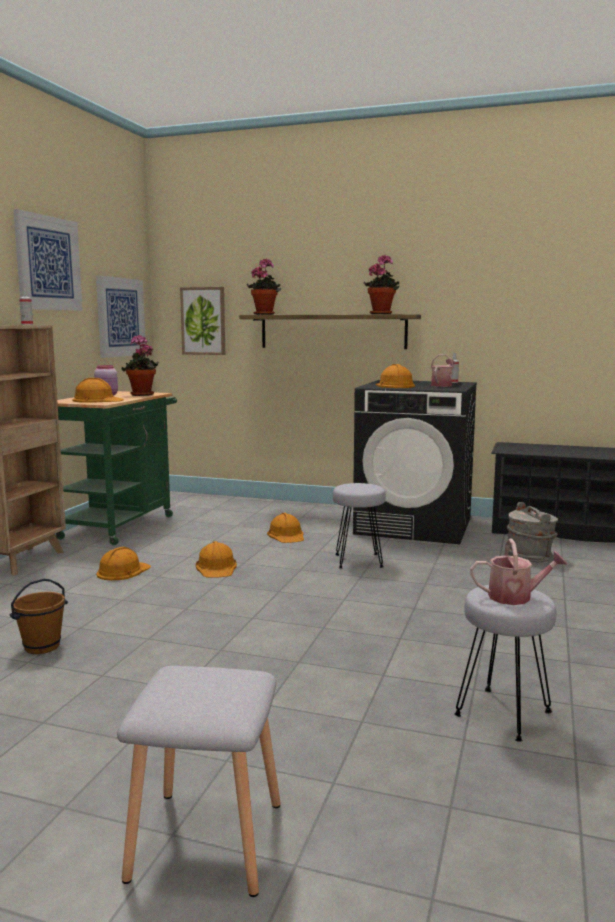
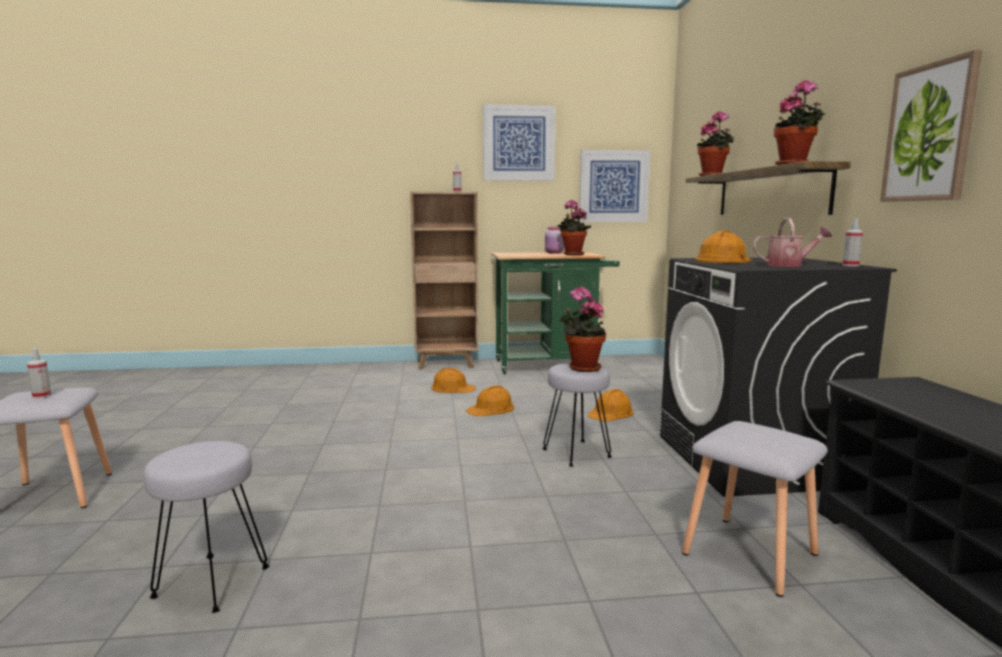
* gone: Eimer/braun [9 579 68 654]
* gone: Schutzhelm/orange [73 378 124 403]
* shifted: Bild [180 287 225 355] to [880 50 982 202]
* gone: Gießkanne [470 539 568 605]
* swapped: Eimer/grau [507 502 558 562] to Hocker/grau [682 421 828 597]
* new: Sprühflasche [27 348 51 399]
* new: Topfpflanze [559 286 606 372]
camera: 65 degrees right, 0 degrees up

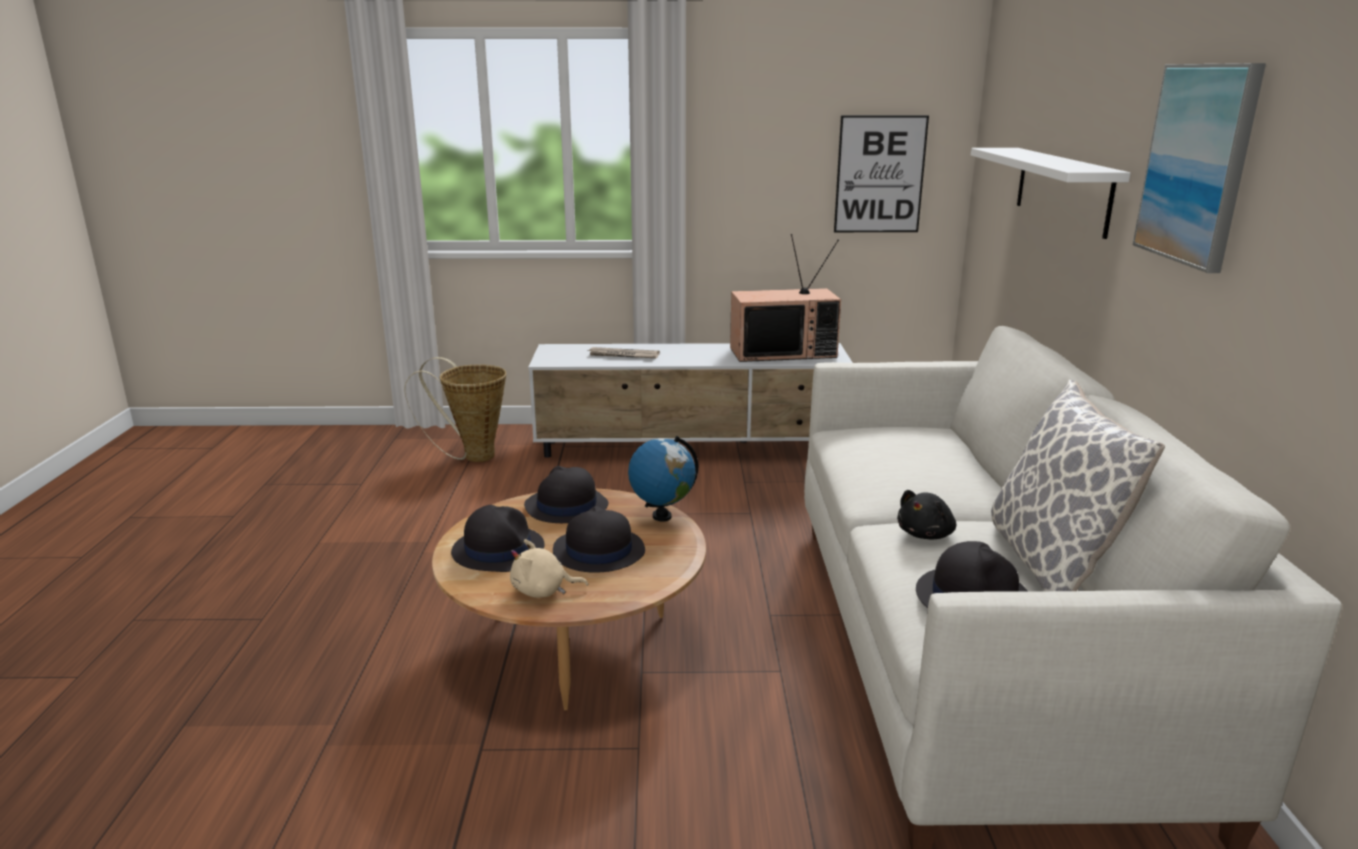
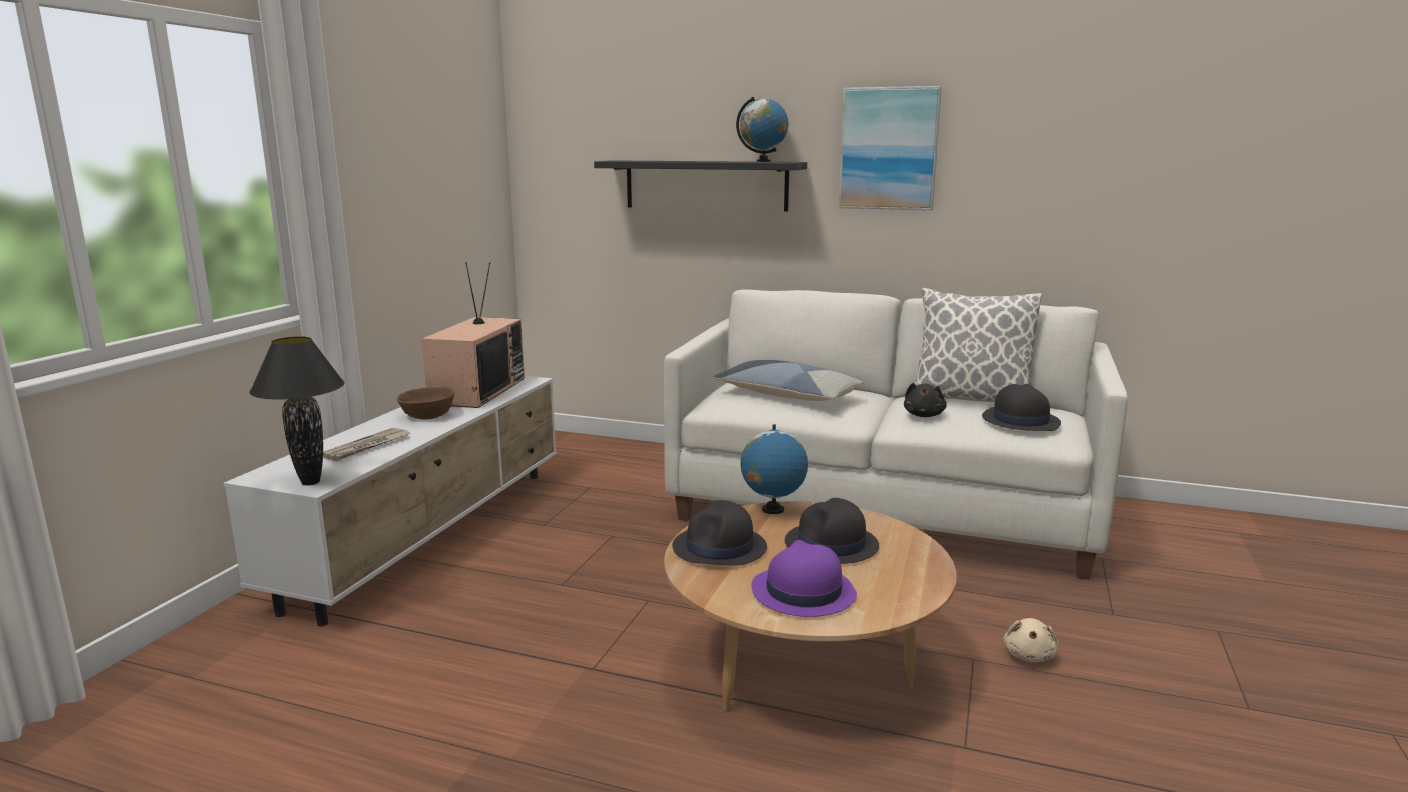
* gone: Korb [404 357 506 462]
* repainted: Hut/schwarz [451 505 545 572] to Hut/lila [752 540 857 617]
* shifted: Plüschtier/beige [510 539 588 598] to [1003 618 1059 662]
* gone: Bild [834 115 929 232]
* rotated: Plüschtier/schwarz [897 490 956 539] = [904 383 947 417] 45 degrees clockwise
* repainted: Wandregal/weiß [971 148 1131 239] to Wandregal/schwarz [594 160 807 212]
* new: Tischlampe/schwarz [249 336 345 485]
* new: Schüssel/braun [396 387 454 419]
* new: Kissen [714 360 864 401]
* new: Globus [736 97 789 162]
camera: 70 degrees left, 5 degrees down

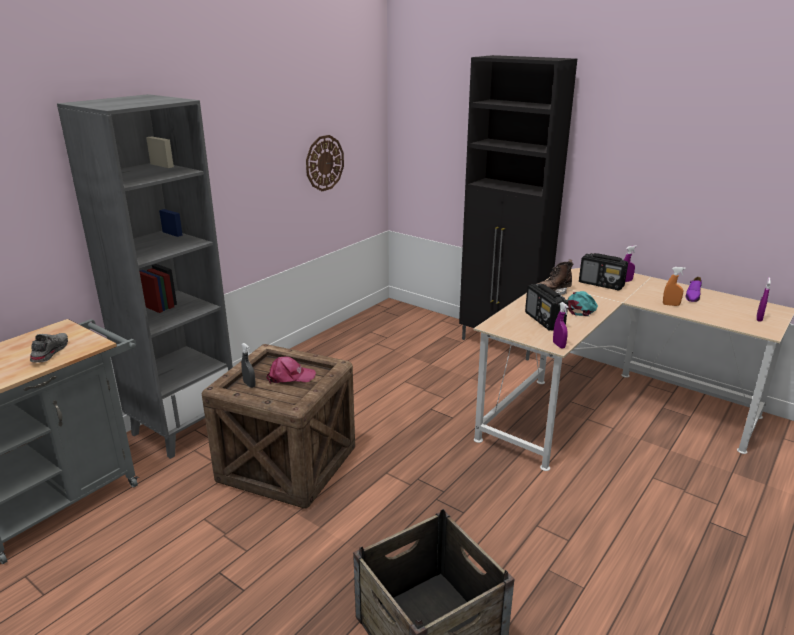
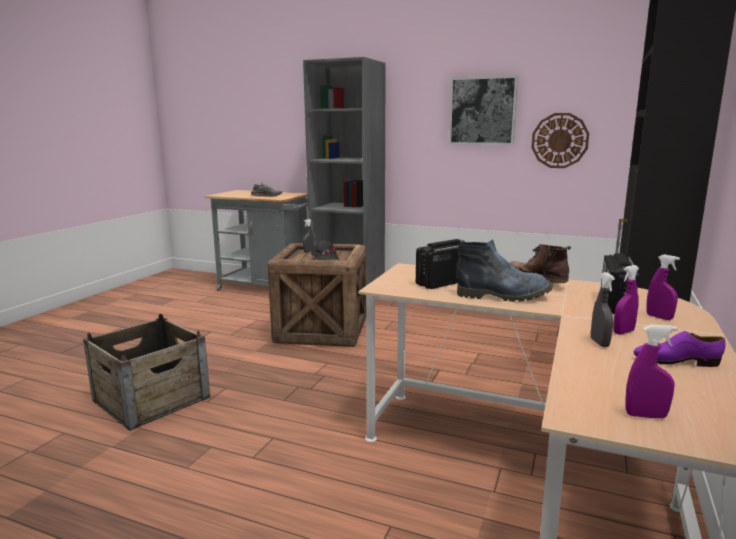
* repainted: Kappe/rosa [266 356 316 384] to Kappe/schwarz [311 240 339 260]
* shifted: Sprühflasche/lila [553 302 569 348] to [613 265 639 335]
* swapped: Kappe/türkis [567 291 598 316] to Stiefel [456 240 552 302]
* repainted: Sprühflasche/orange [663 267 686 306] to Sprühflasche/grau [591 272 615 347]
* new: Bild [449 75 518 145]
camera: 75 degrees right, 10 degrees down

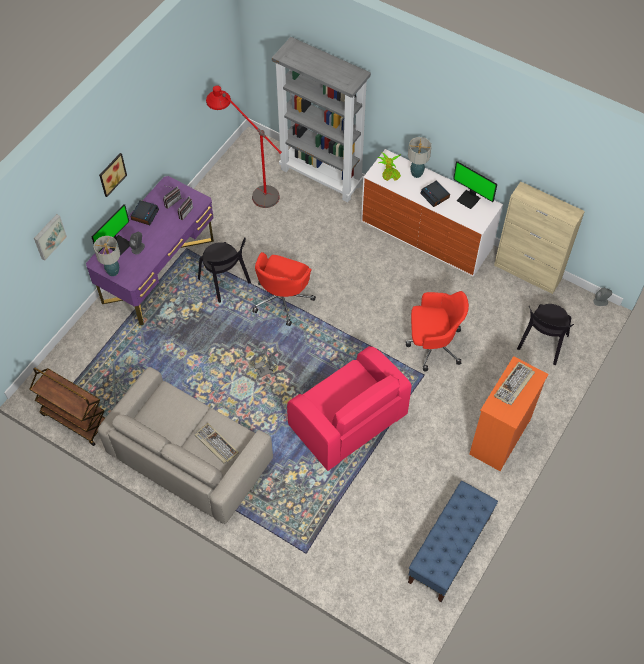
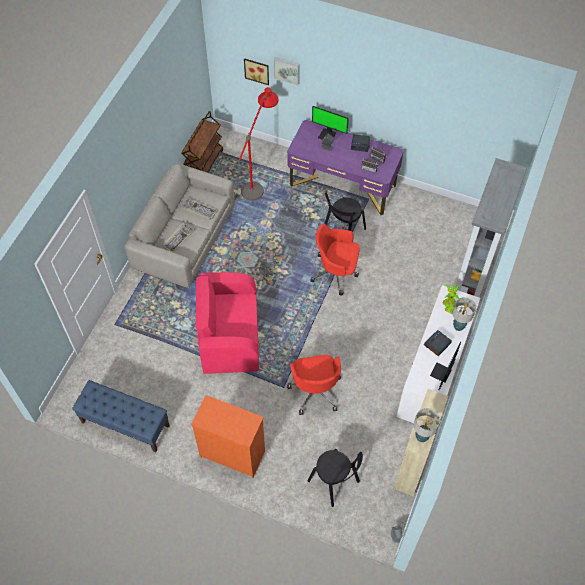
* shifted: Tischlampe [93 236 120 276] to [414 408 440 442]
* shifted: Bild [99 153 127 197] to [244 58 269 85]
* shifted: Stehlampe/rot [206 85 282 208] to [238 87 278 201]
* rotated: Sessel/rosa [287 346 411 471] = [196 272 259 374] 45 degrees clockwise
* shifted: Tastatur [494 362 535 405] to [181 198 217 220]
* rotated: Stuhl/schwarz [517 304 574 365] = [307 449 363 507] 150 degrees counterclockwise
camera: 80 degrees right, 0 degrees up

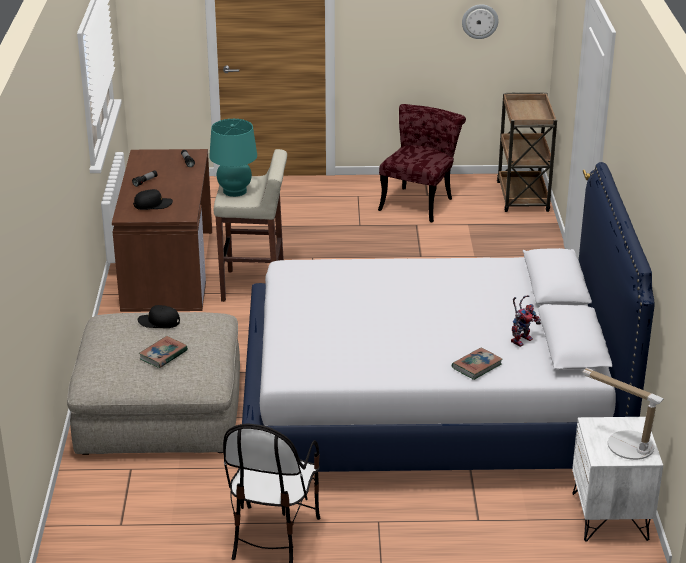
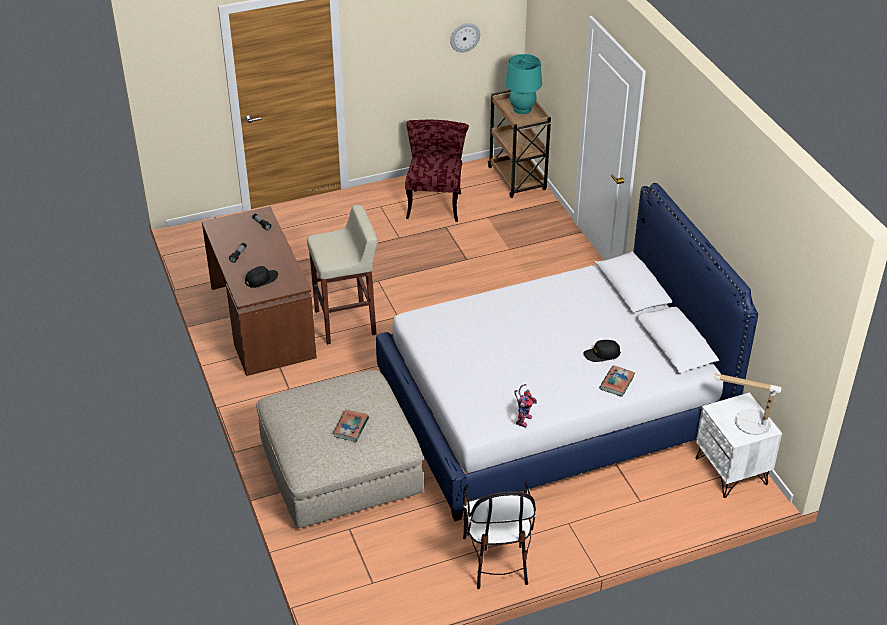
* shifted: Kappe/schwarz [138 305 180 328] to [583 340 621 362]
* shifted: Tischlampe/türkis [209 119 257 197] to [505 54 542 114]
* shifted: Spielzeugroboter [511 295 541 347] to [514 384 537 428]
camera: 20 degrees left, 10 degrees up

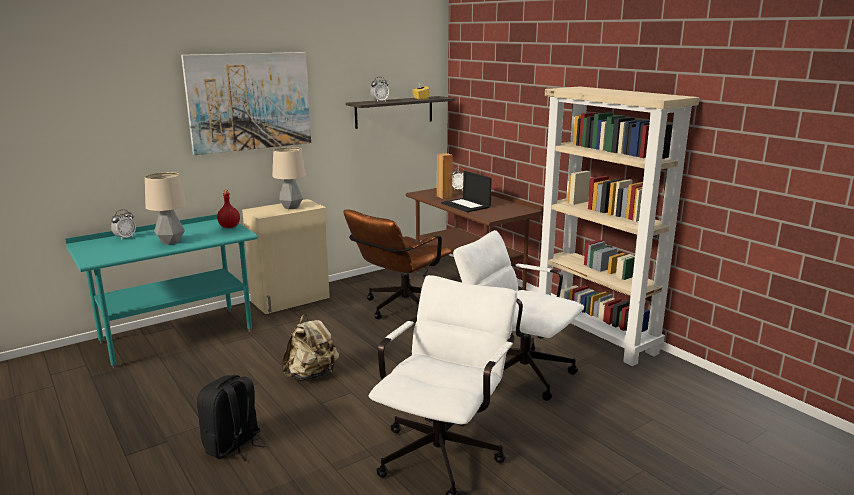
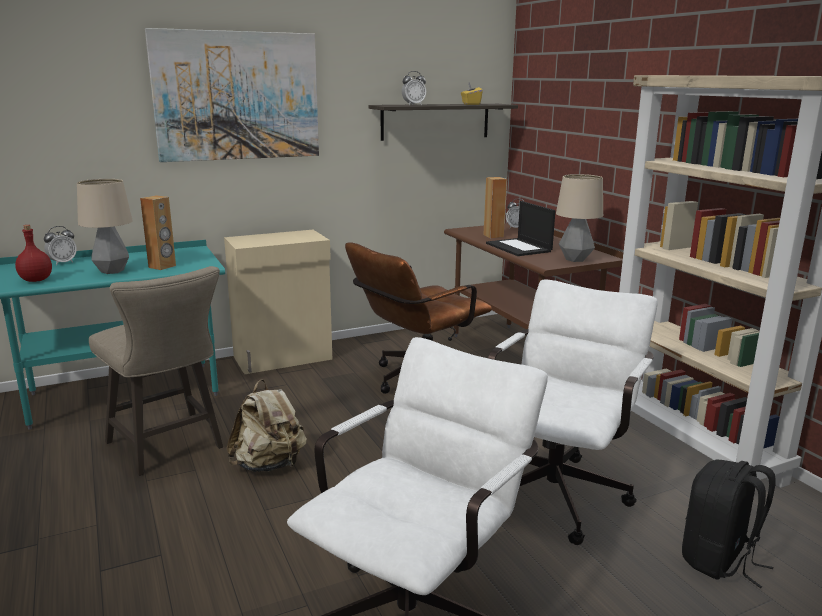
* shifted: Rucksack/schwarz [197 375 265 461] to [682 460 776 588]
* shifted: Flasche/rot [217 190 240 228] to [15 225 52 282]
* shifted: Tischlampe [273 147 306 209] to [556 174 603 262]
* rotated: Bürostuhl/weiß [453 230 584 401] = [488 279 658 545] 75 degrees clockwise
* new: Hocker/beige [89 266 223 476]
* new: Lautsprecher/braun [140 195 176 270]
camera: 10 degrees right, 0 degrees up

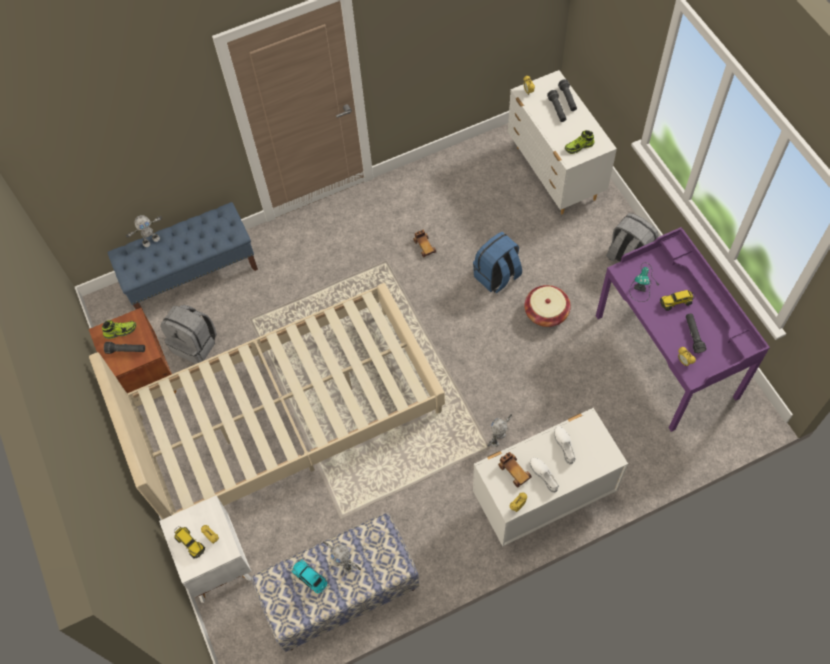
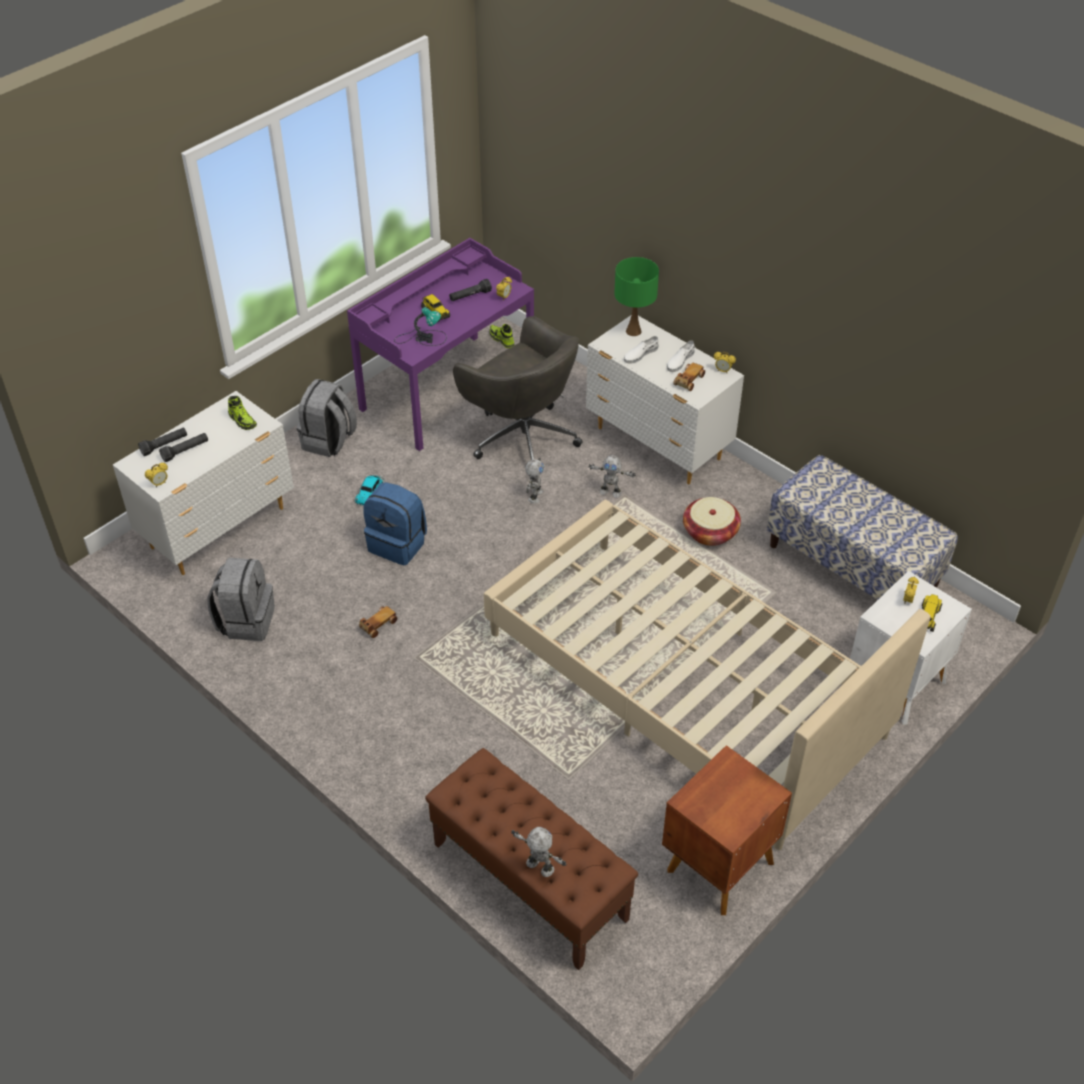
* shifted: Schuh [102 320 136 339] to [489 324 515 348]
* gone: Taschenlampe/schwarz [104 342 145 354]
* repainted: Bank/blau [107 202 258 310] to Bank/braun [425 748 638 970]
* shifted: Rucksack/grau [160 305 217 364] to [207 558 275 641]
* shifted: Spielzeugauto [291 559 329 594] to [355 475 384 506]
* shifted: Spielzeugroboter [323 541 361 574] to [525 458 544 504]
* shifted: Korb [524 285 571 327] to [683 497 741 546]
* new: Bürostuhl/grau [453 316 583 460]
* new: Tischlampe/grün [614 257 659 336]
camera: 115 degrees left, 15 degrees down

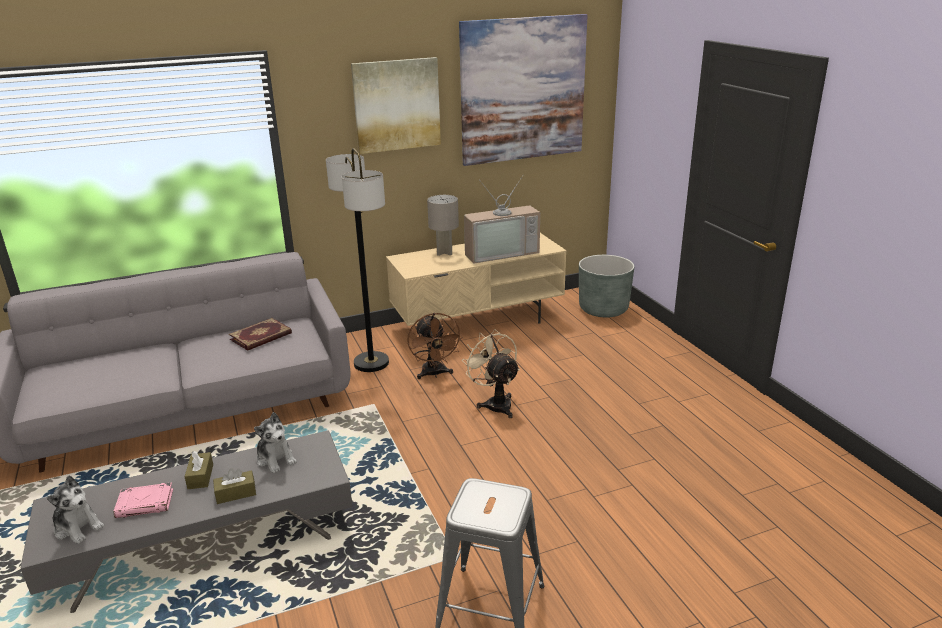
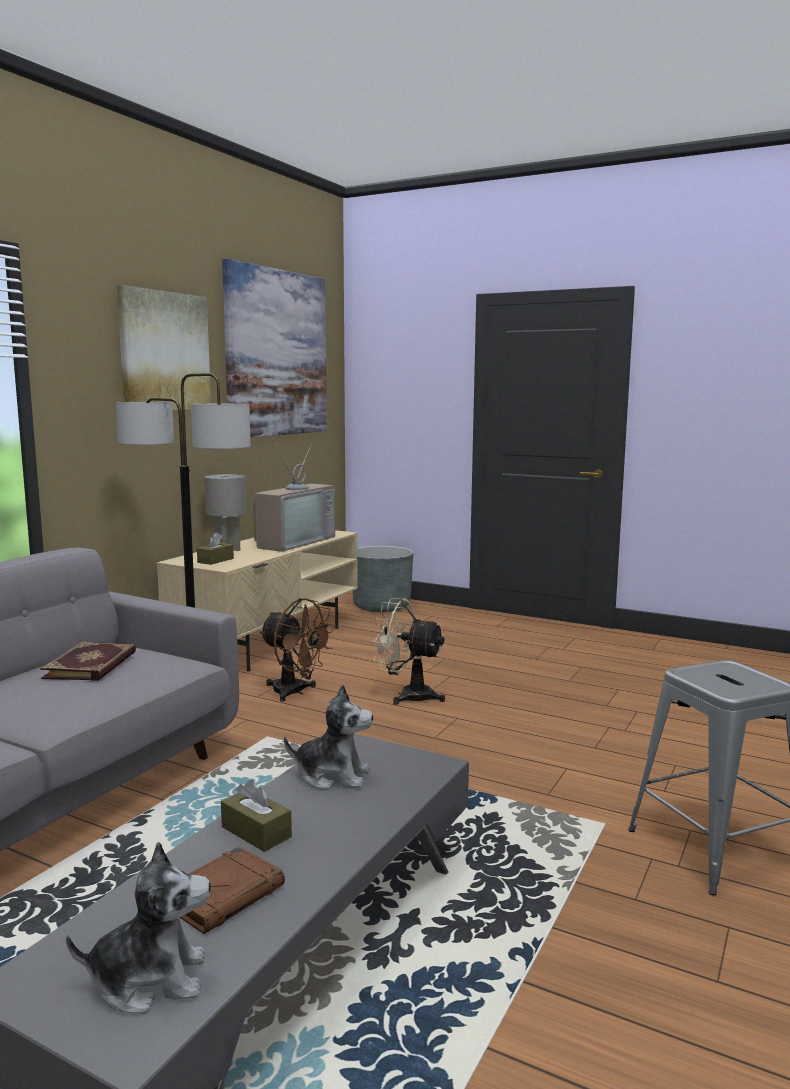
* repainted: Buch/rosa [114 482 173 518] to Buch/braun [180 846 285 934]
* shifted: Taschentuchbox/braun [213 468 256 504] to [197 532 234 565]
camera: 40 degrees left, 15 degrees down

